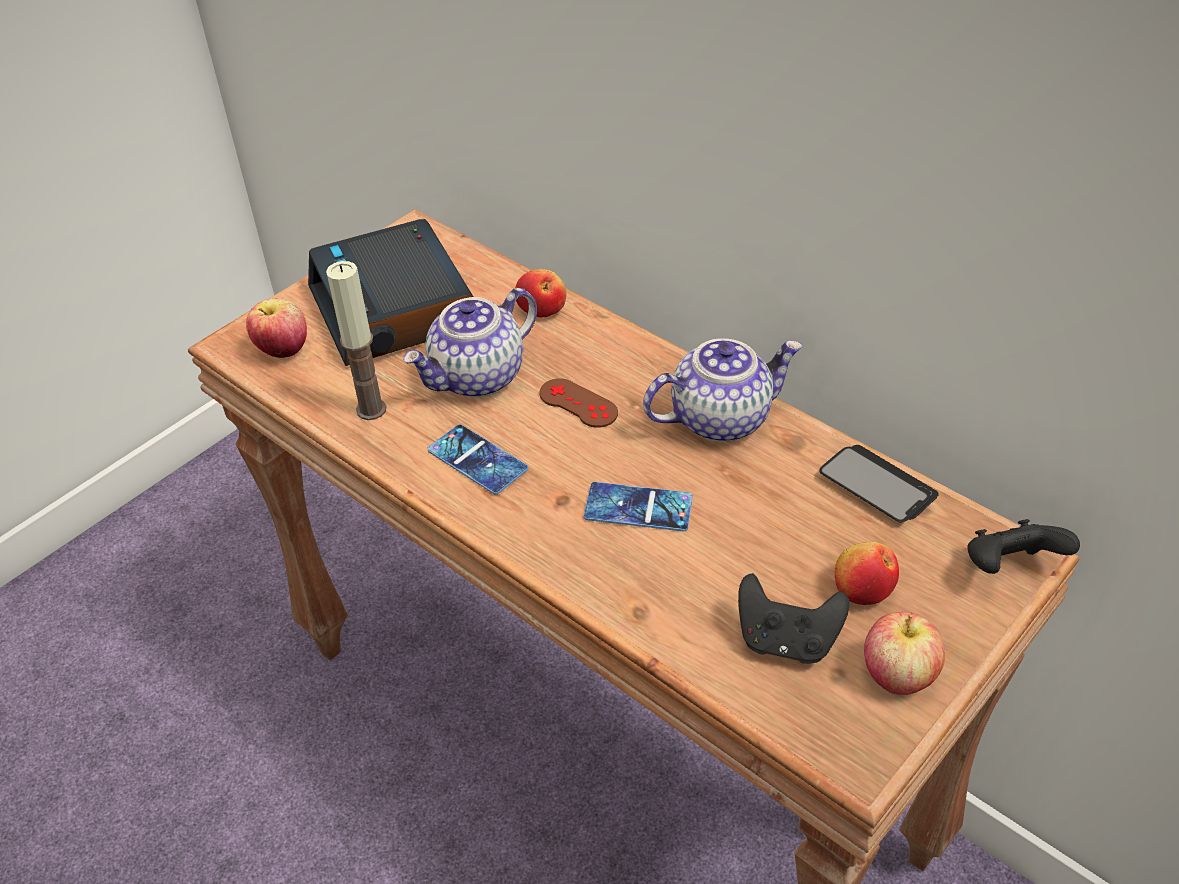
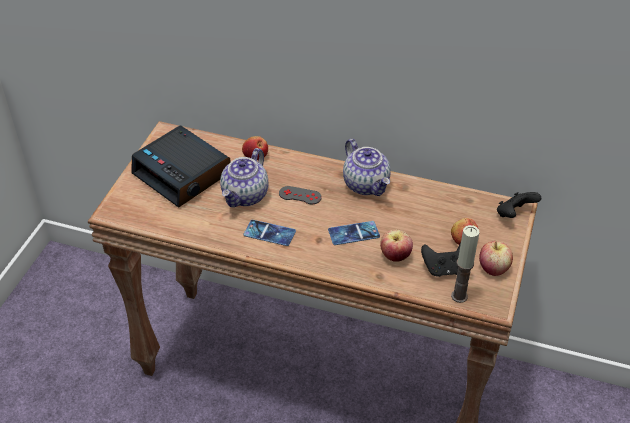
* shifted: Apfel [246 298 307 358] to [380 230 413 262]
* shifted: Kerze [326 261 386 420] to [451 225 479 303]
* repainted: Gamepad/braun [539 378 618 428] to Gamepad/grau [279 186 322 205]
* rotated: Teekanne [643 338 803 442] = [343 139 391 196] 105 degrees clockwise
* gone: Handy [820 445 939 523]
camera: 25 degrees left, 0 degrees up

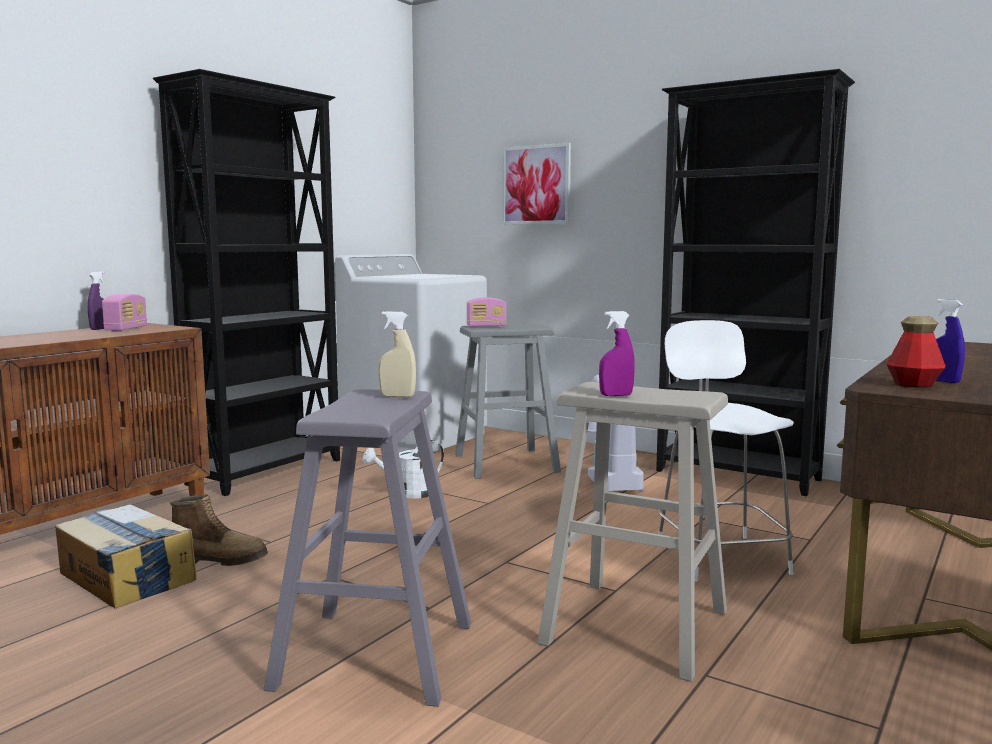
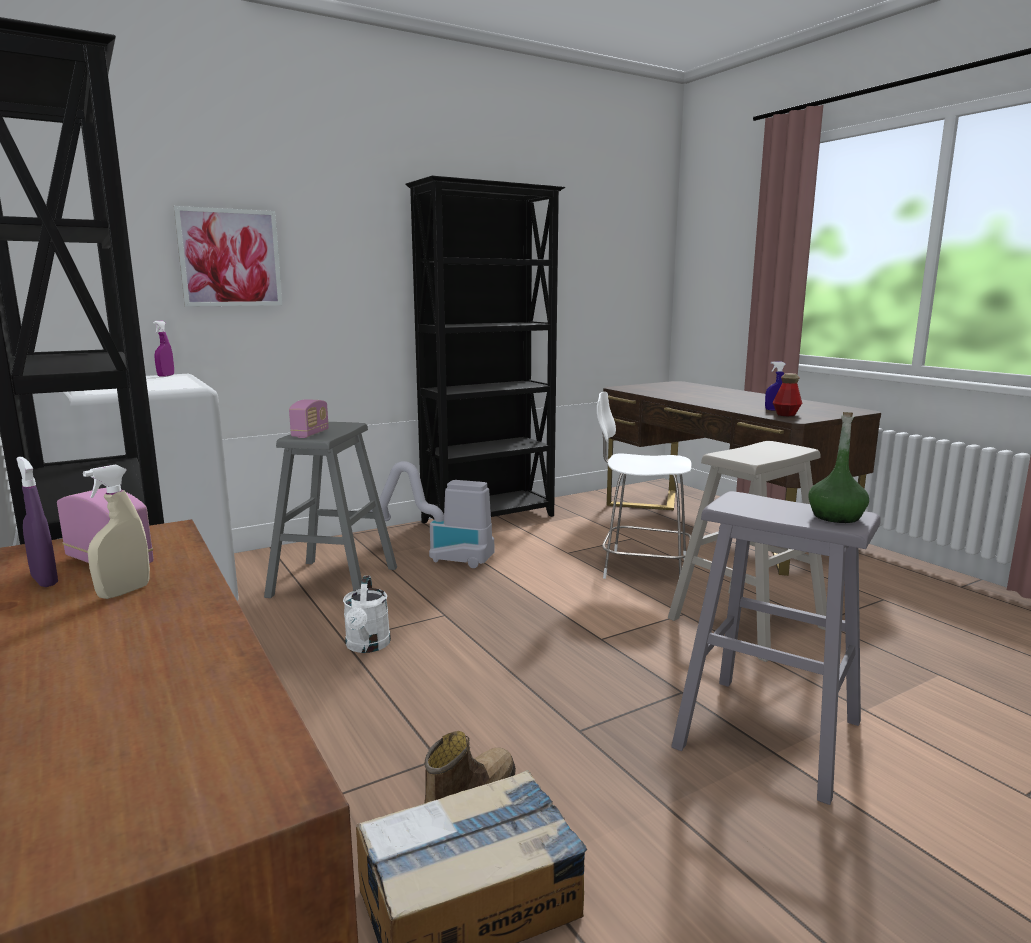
* shifted: Sprühflasche/beige [378 311 416 397] to [83 465 150 599]
* shifted: Sprühflasche/lila [599 311 635 396] to [153 321 174 377]
* new: Flasche/grün [808 412 869 523]
camera: 65 degrees left, 5 degrees up

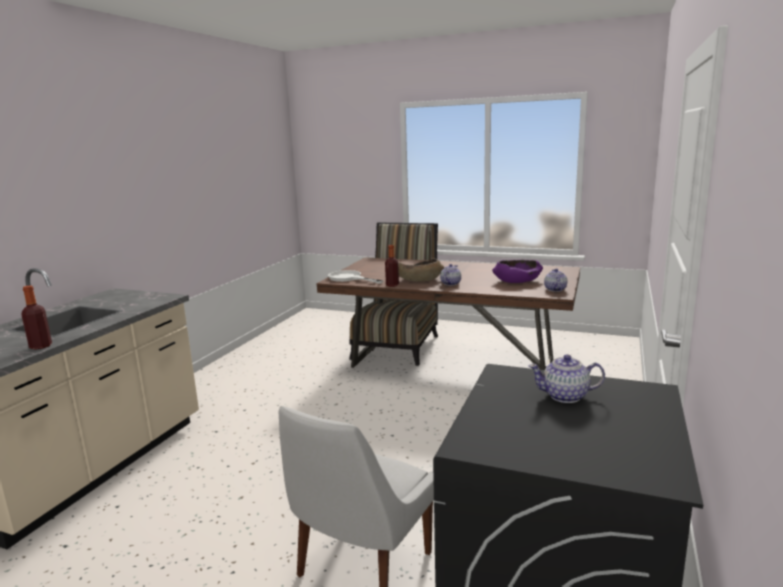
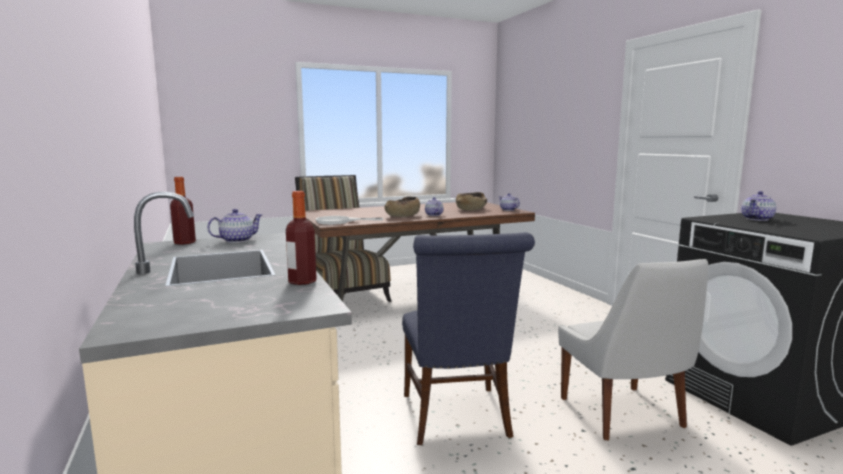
* shifted: Flasche [385 245 399 287] to [170 177 196 245]
* repainted: Schüssel/lila [492 260 543 283] to Schüssel/braun [456 192 487 210]
* new: Teekanne [207 209 262 243]
* new: Stuhl/blau [402 232 535 445]
camera: 45 degrees left, 5 degrees down

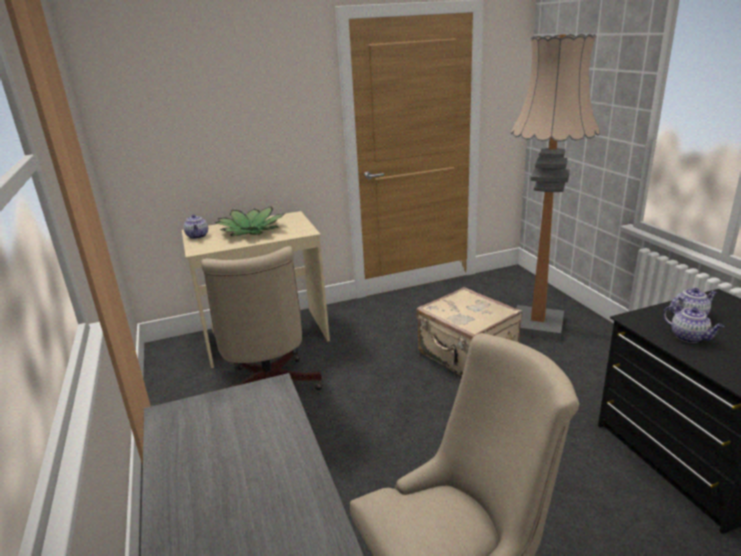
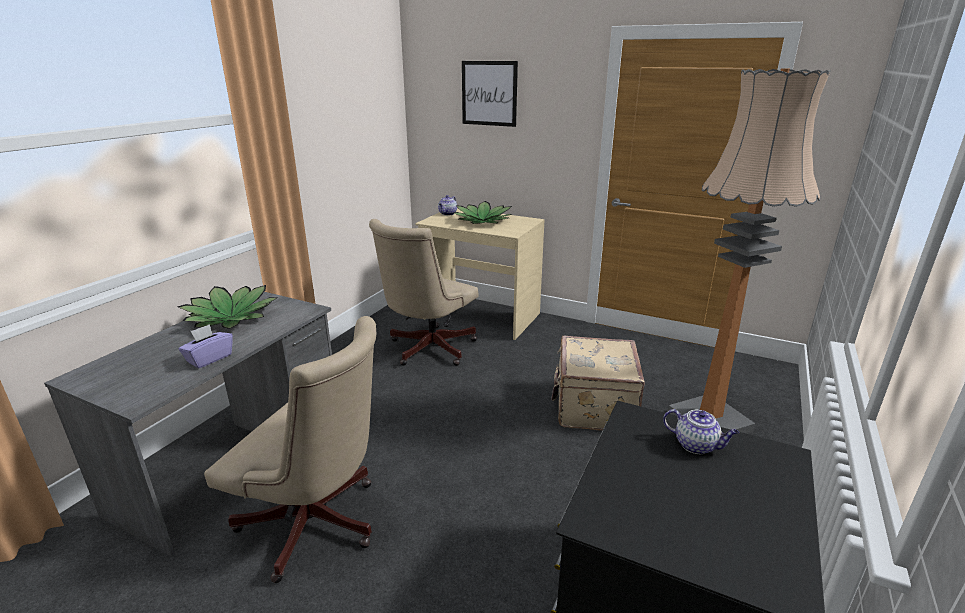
* gone: Teekanne [663 305 724 343]
* new: Topfpflanze [177 285 278 329]
* new: Taschentuchbox/lila [178 324 233 369]
* new: Bild [462 61 518 127]
camera: 45 degrees right, 0 degrees up

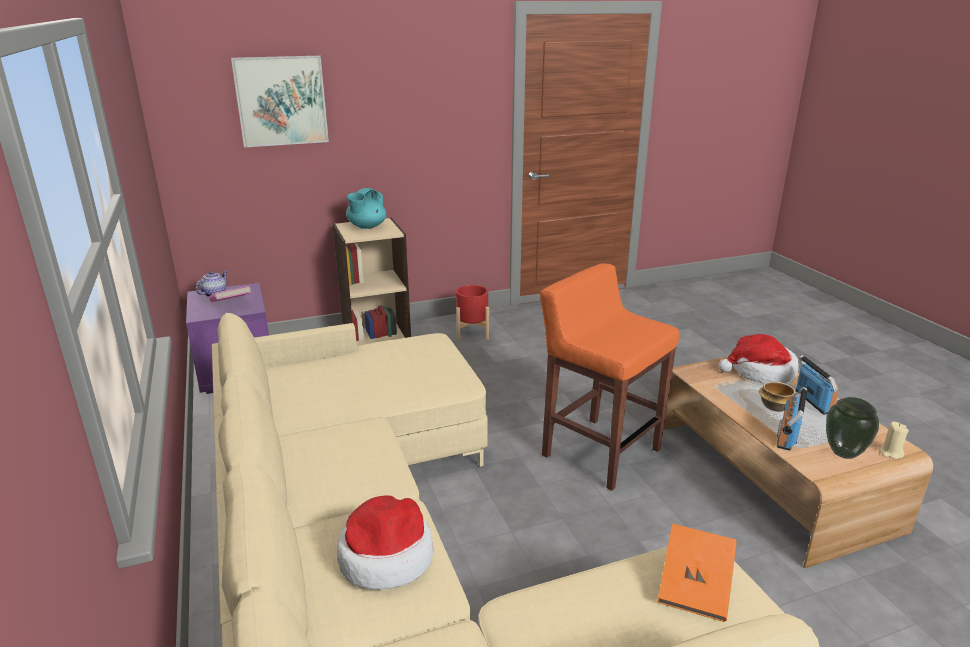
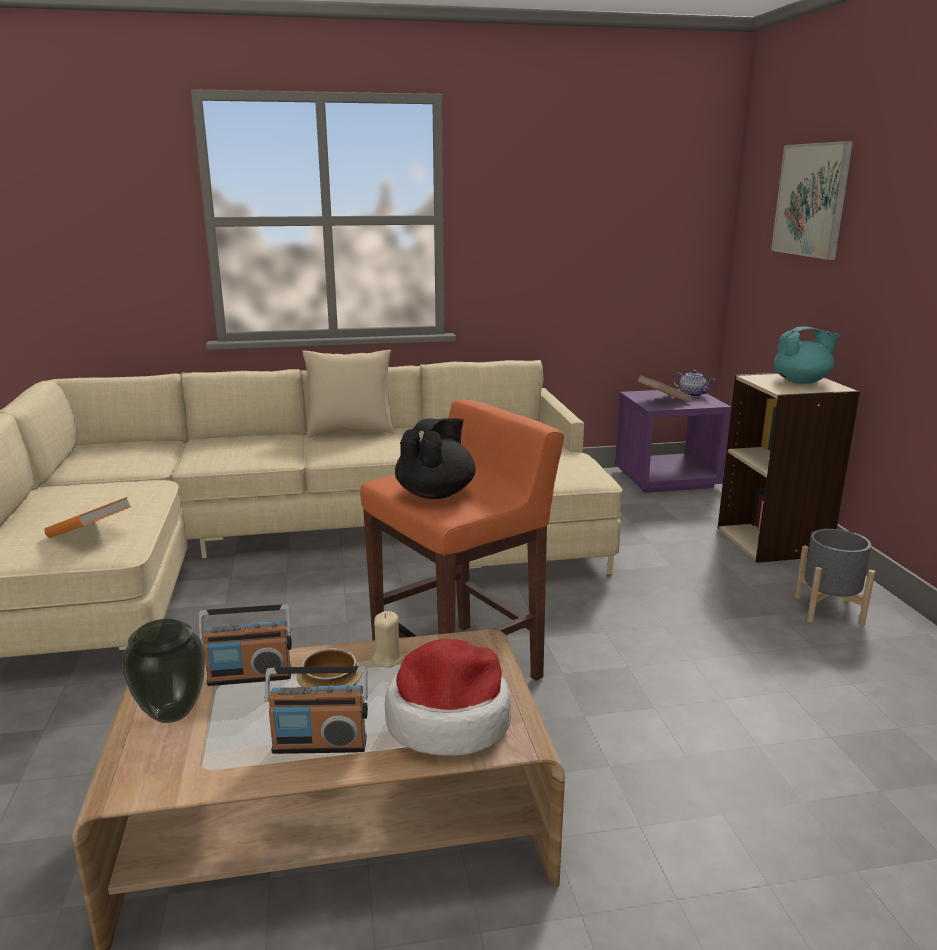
* repainted: Buch/rosa [209 286 251 302] to Buch/orange [638 375 693 403]
* gone: Hut [337 495 433 590]
* rotated: Teekanne/türkis [346 188 387 229] = [773 327 841 384] 135 degrees clockwise
* repainted: Pflanzkübel/rot [456 285 489 340] to Pflanzkübel/grau [794 529 875 626]
* rotated: Radio [777 387 807 451] = [199 604 292 686] 135 degrees clockwise
* shifted: Kerze/beige [879 422 909 459] to [372 611 403 668]
* new: Kissen/beige [302 350 395 438]
* new: Teekanne/schwarz [395 418 476 499]
camera: 100 degrees right, 5 degrees down

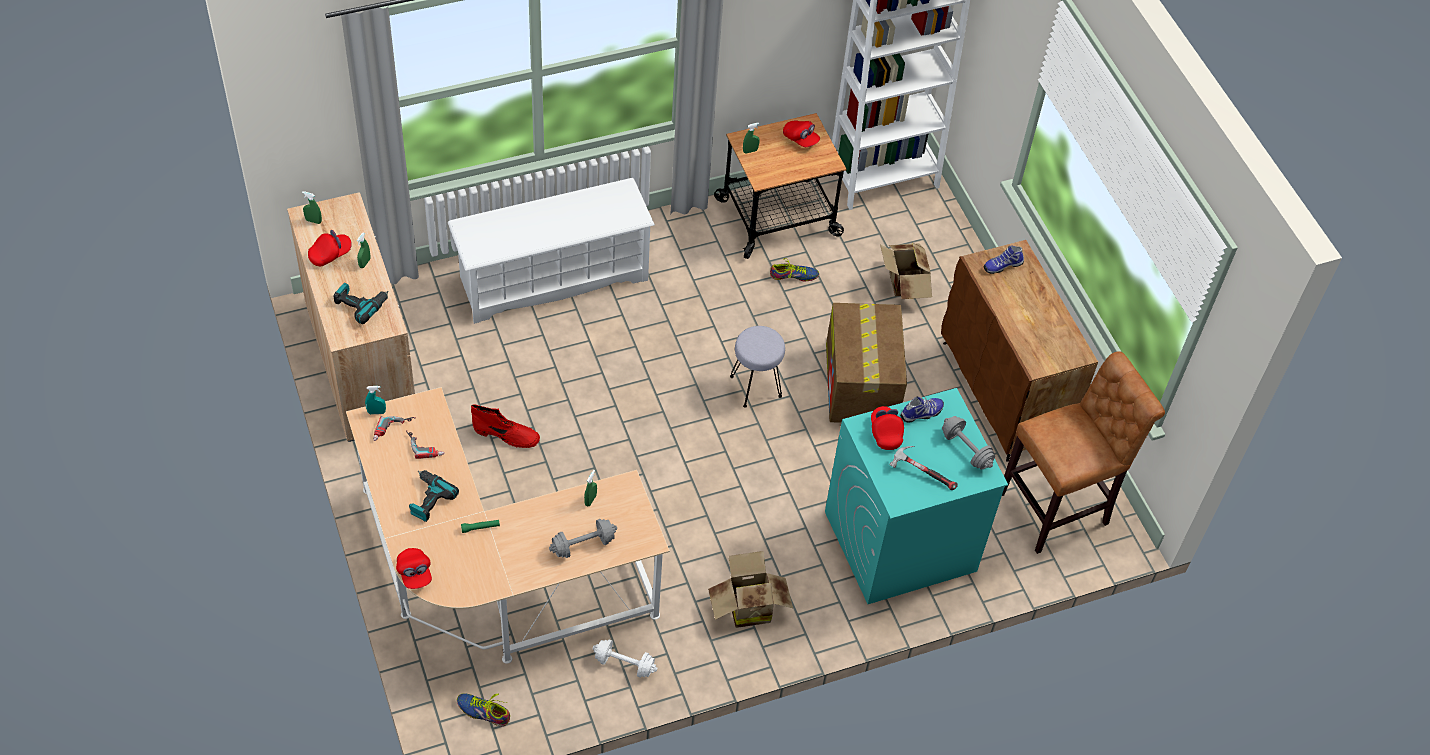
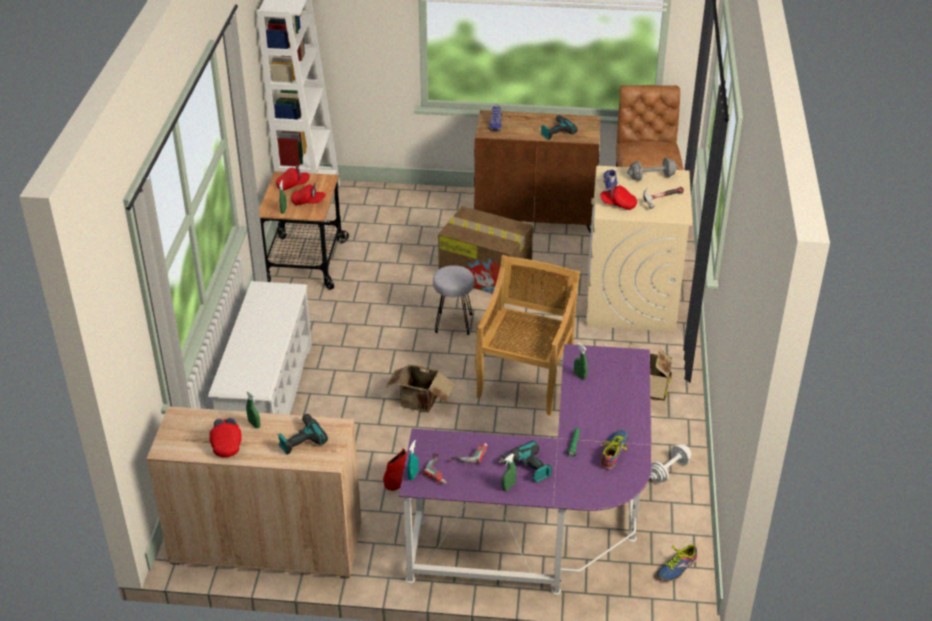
* shifted: Sprühflasche/grün [302 191 322 224] to [502 453 516 491]
* repainted: Schreibtisch/beige [346 387 670 664] to Schreibtisch/lila [399 344 652 595]
* shifted: Kappe/rot [396 548 432 589] to [291 183 326 205]
* gone: Hantel/grau [549 519 617 558]
* shifted: Schuh [770 258 819 281] to [600 430 628 469]
* repainted: Waschmaschine/türkis [825 388 1008 604] to Waschmaschine/beige [586 166 693 332]
* shifted: Karton [880 242 932 299] to [384 364 455 413]
* new: Stuhl/beige [475 255 580 416]
* new: Bohrmaschine [541 115 577 140]
camera: 60 degrees left, 15 degrees down

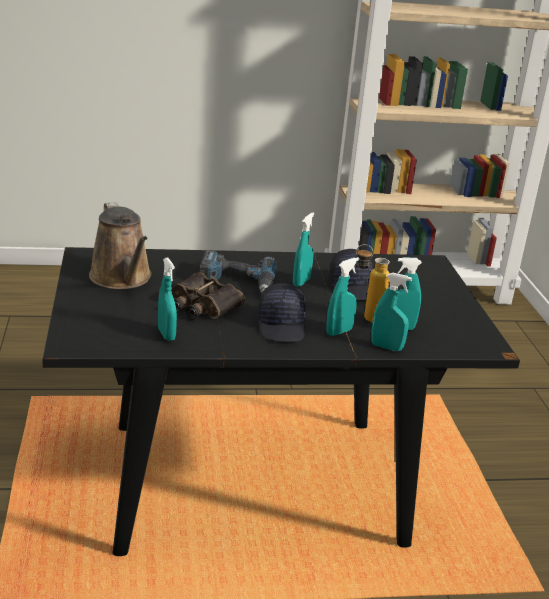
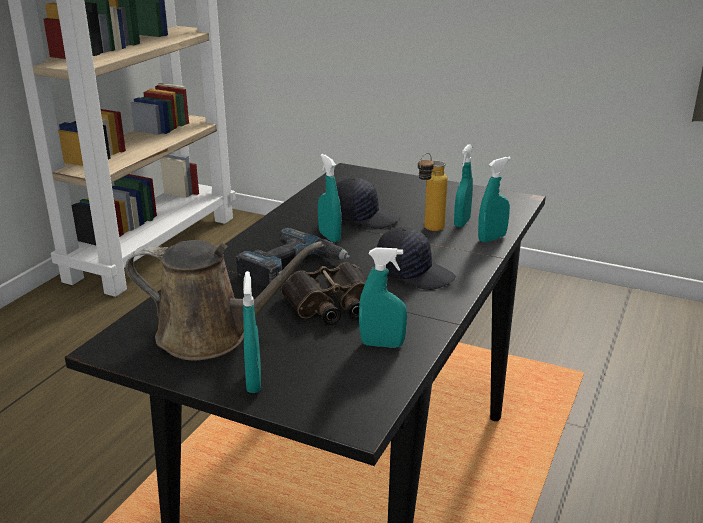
* shifted: Sprühflasche/türkis [326 257 359 336] to [243 271 261 393]
camera: 55 degrees left, 0 degrees up

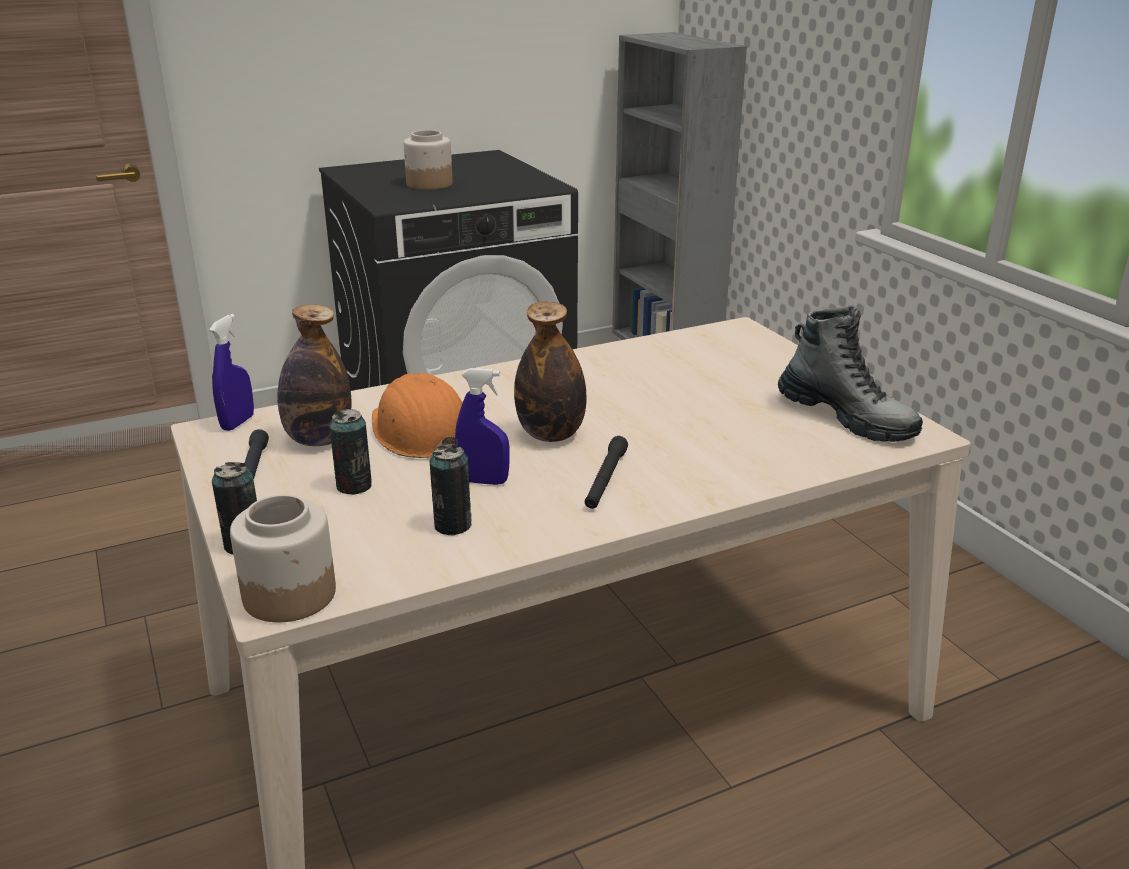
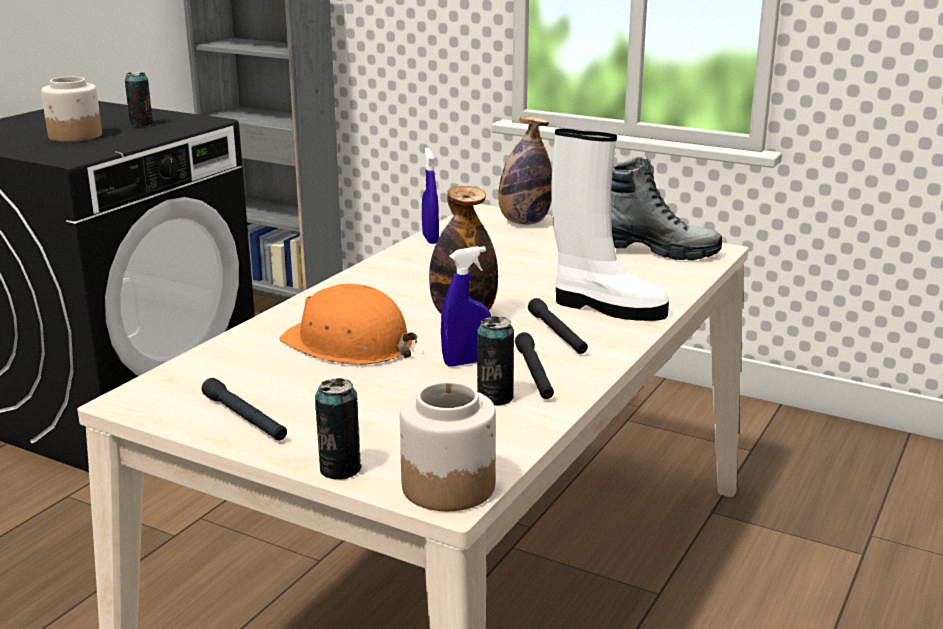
* shifted: Sprühflasche/blau [209 314 254 431] to [422 148 439 244]
* shifted: Flasche [277 304 352 446] to [498 116 552 225]
* shifted: Dose [329 409 372 495] to [125 71 153 126]
* new: Taschenlampe/schwarz [515 332 554 399]
* new: Stiefel/weiß [552 129 669 321]
camera: 35 degrees left, 5 degrees down

